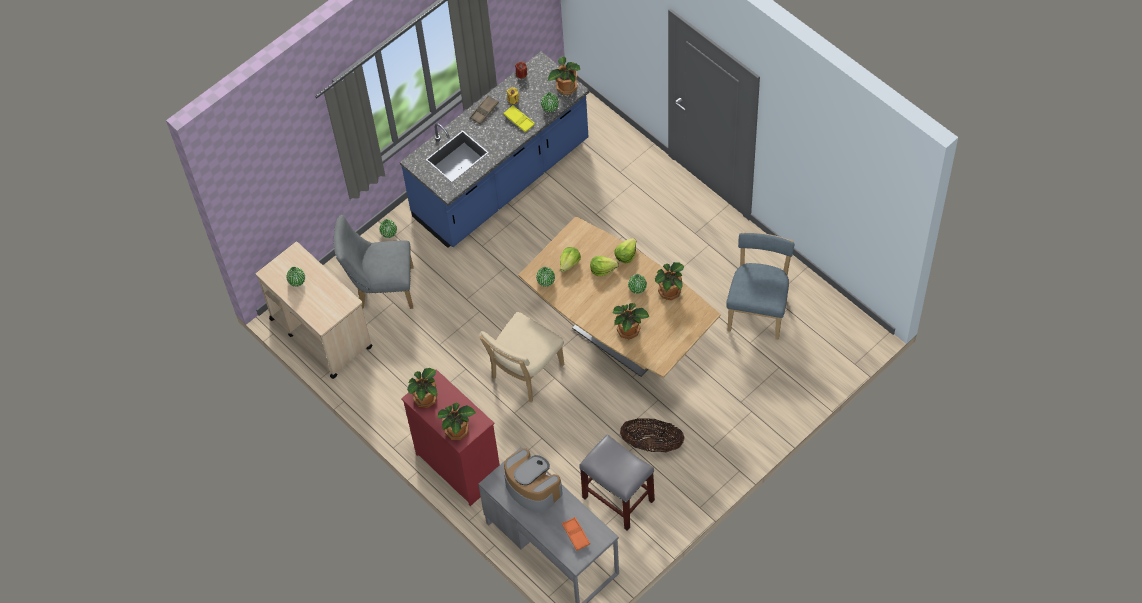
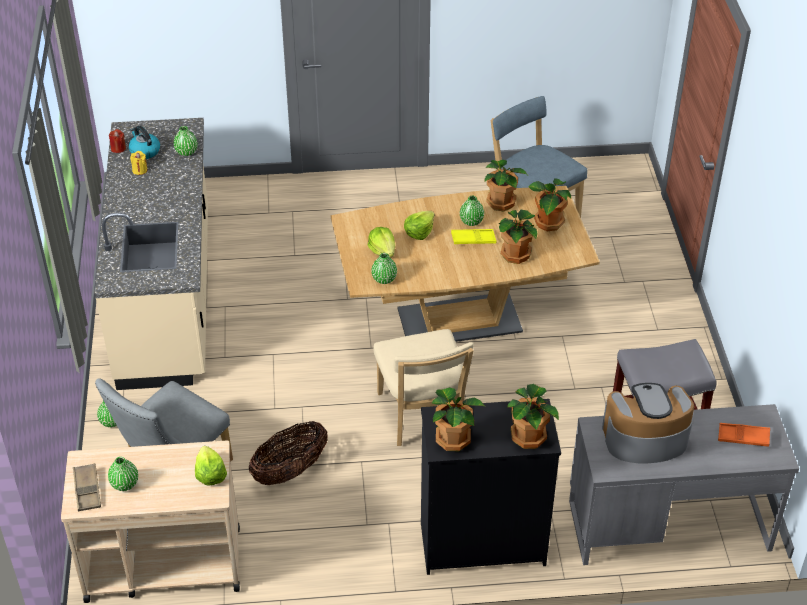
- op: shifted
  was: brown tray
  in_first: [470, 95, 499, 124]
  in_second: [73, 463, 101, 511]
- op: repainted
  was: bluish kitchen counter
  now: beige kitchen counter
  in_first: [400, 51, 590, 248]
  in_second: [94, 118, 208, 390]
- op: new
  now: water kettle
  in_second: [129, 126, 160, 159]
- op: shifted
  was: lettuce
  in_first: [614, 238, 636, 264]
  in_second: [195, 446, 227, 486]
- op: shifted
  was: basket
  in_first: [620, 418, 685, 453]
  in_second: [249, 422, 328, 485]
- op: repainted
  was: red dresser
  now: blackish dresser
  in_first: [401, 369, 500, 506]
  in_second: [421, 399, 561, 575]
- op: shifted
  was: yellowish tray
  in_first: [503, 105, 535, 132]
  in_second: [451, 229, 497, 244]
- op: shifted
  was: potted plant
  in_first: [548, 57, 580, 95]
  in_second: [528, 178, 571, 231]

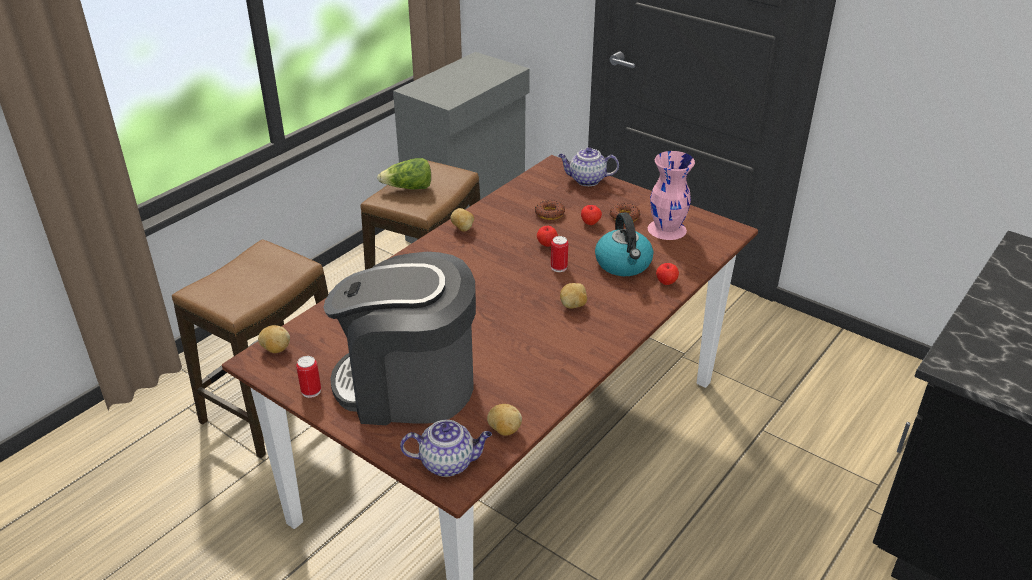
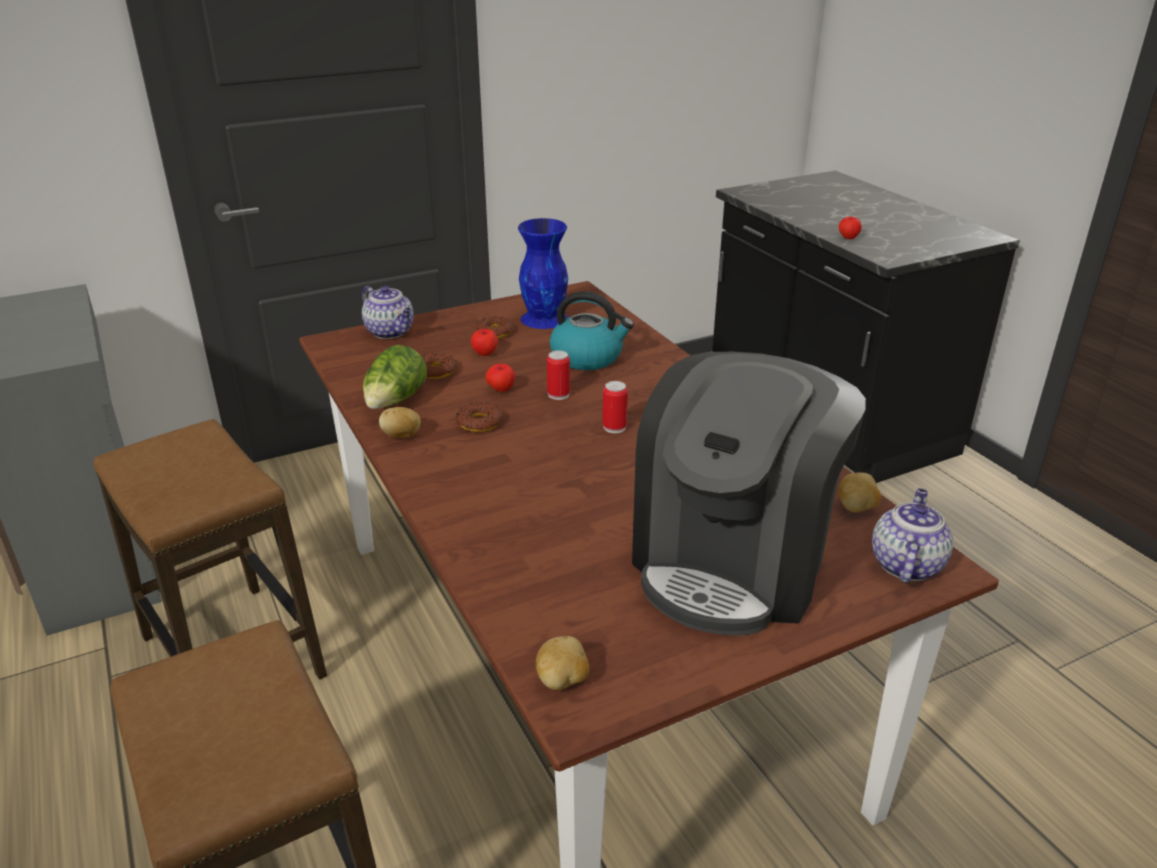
- op: rotated
  was: teapot
  in_first: [558, 147, 619, 186]
  in_second: [362, 286, 414, 339]
  clockwise: -75
- op: shifted
  was: lettuce
  in_first: [377, 158, 431, 189]
  in_second: [363, 345, 427, 409]
- op: new
  now: doughnut
  in_second: [456, 402, 503, 432]
- op: repainted
  was: pink decorative vase
  now: bluish decorative vase
  in_first: [648, 151, 695, 240]
  in_second: [518, 218, 568, 329]
- op: shifted
  was: sealed can
  in_first: [296, 356, 321, 398]
  in_second: [603, 381, 628, 433]
- op: shifted
  was: apple
  in_first: [656, 263, 679, 285]
  in_second: [839, 217, 862, 239]
- op: gone
  was: whole potato
  in_first: [560, 283, 587, 309]

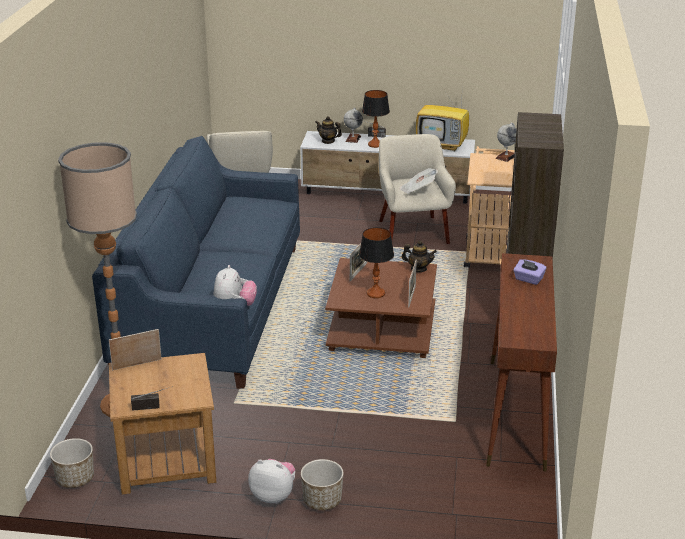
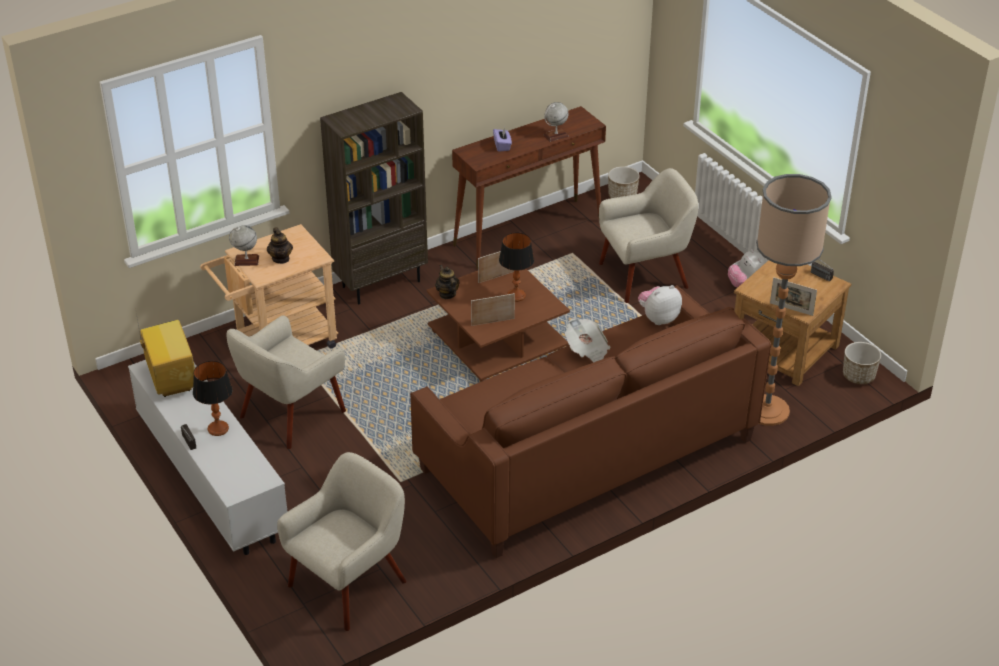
- op: shifted
  was: teapot
  in_first: [316, 116, 342, 144]
  in_second: [267, 227, 293, 264]
- op: repainted
  was: bluish couch
  now: brown couch
  in_first: [92, 136, 300, 389]
  in_second: [410, 285, 771, 558]
- op: shifted
  was: desk globe
  in_first: [344, 108, 363, 143]
  in_second: [543, 102, 569, 142]
- op: shifted
  was: daily paper
  in_first: [399, 168, 438, 194]
  in_second: [565, 318, 611, 362]
- op: new
  now: beige easy chair
  in_second: [599, 168, 699, 303]
- op: shifted
  was: flower pot
  in_first: [301, 459, 344, 510]
  in_second: [608, 166, 640, 198]

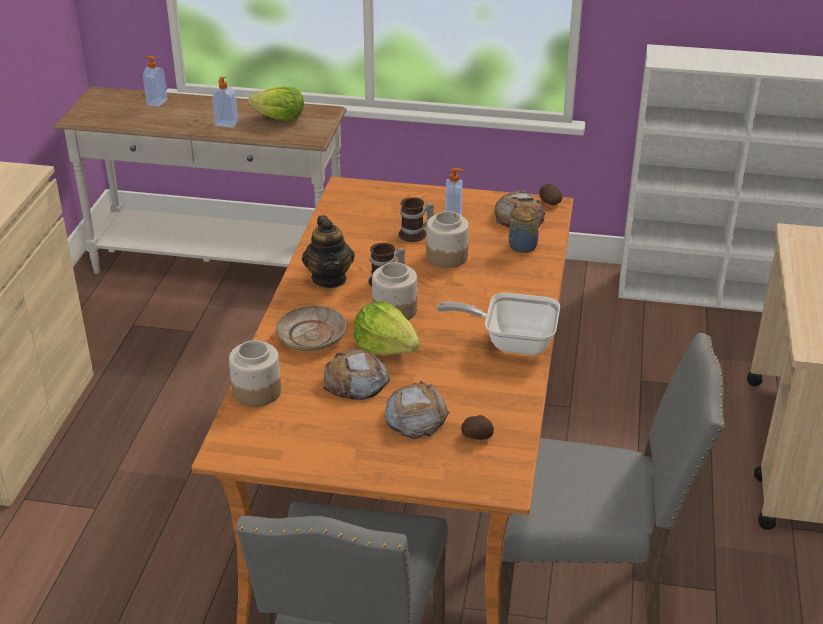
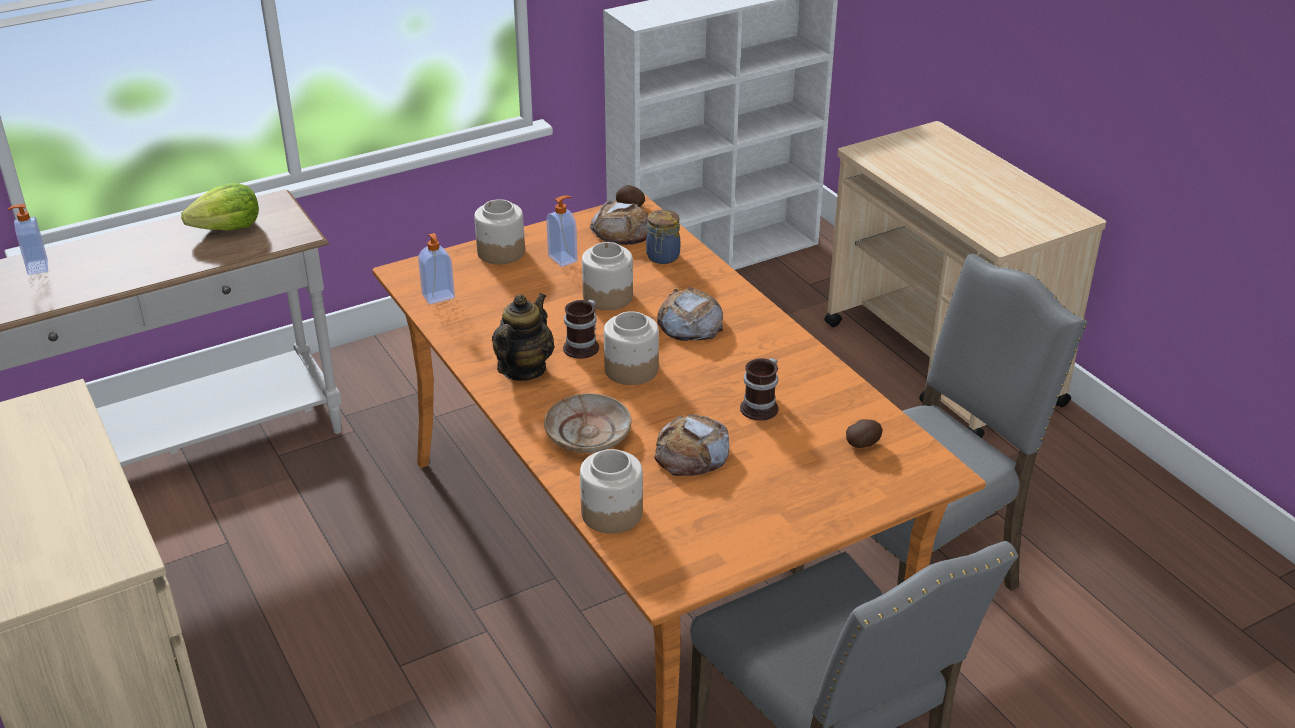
- op: shifted
  was: soap bottle
  in_first: [212, 77, 238, 128]
  in_second: [418, 233, 455, 304]
- op: new
  now: jar
  in_second: [474, 199, 525, 264]
- op: rotated
  was: teapot
  in_first: [302, 215, 355, 288]
  in_second: [492, 293, 555, 381]
  clockwise: -105
- op: shifted
  was: baked bread
  in_first: [384, 380, 450, 439]
  in_second: [657, 287, 723, 341]
- op: shifted
  was: tea mug
  in_first: [399, 197, 434, 242]
  in_second: [740, 358, 779, 421]
- op: gone
  was: lettuce
  in_first: [353, 301, 420, 355]
- op: gone
  was: skillet
  in_first: [436, 293, 560, 355]

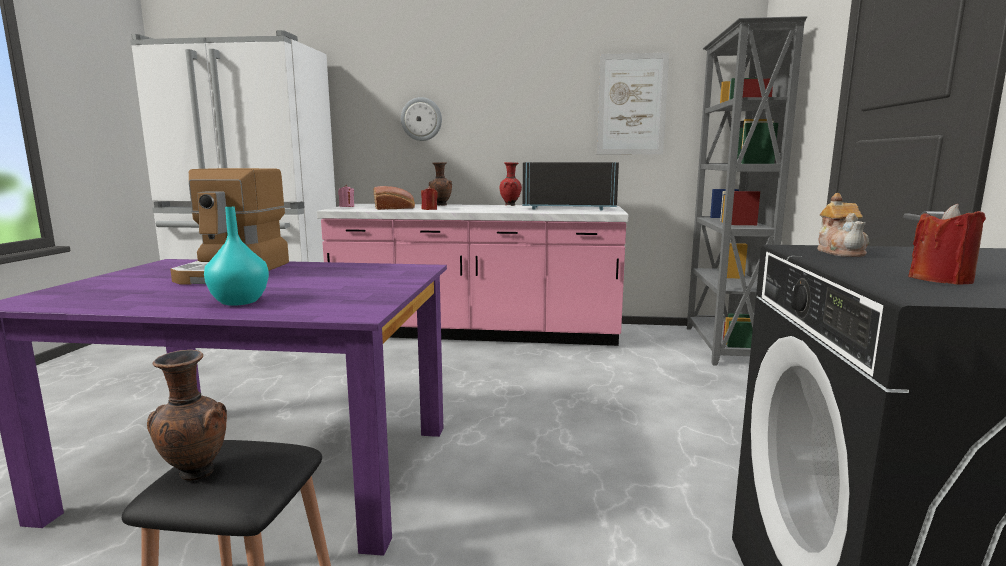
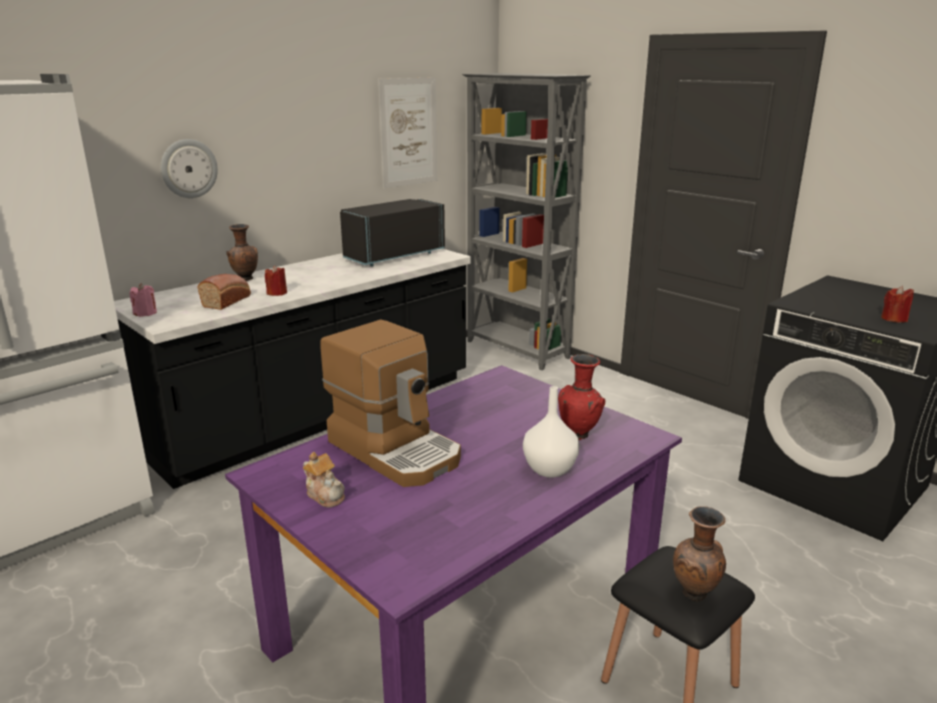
- op: repainted
  was: pink kitchen counter
  now: blackish kitchen counter
  in_first: [317, 204, 628, 346]
  in_second: [114, 249, 471, 489]
- op: shifted
  was: teapot
  in_first: [817, 193, 869, 257]
  in_second: [303, 452, 345, 508]
- op: repainted
  was: turquoise decorative vase
  now: whitish decorative vase
  in_first: [204, 207, 269, 306]
  in_second: [523, 386, 579, 478]
- op: shifted
  was: red decorative vase
  in_first: [500, 162, 522, 206]
  in_second: [558, 354, 605, 440]

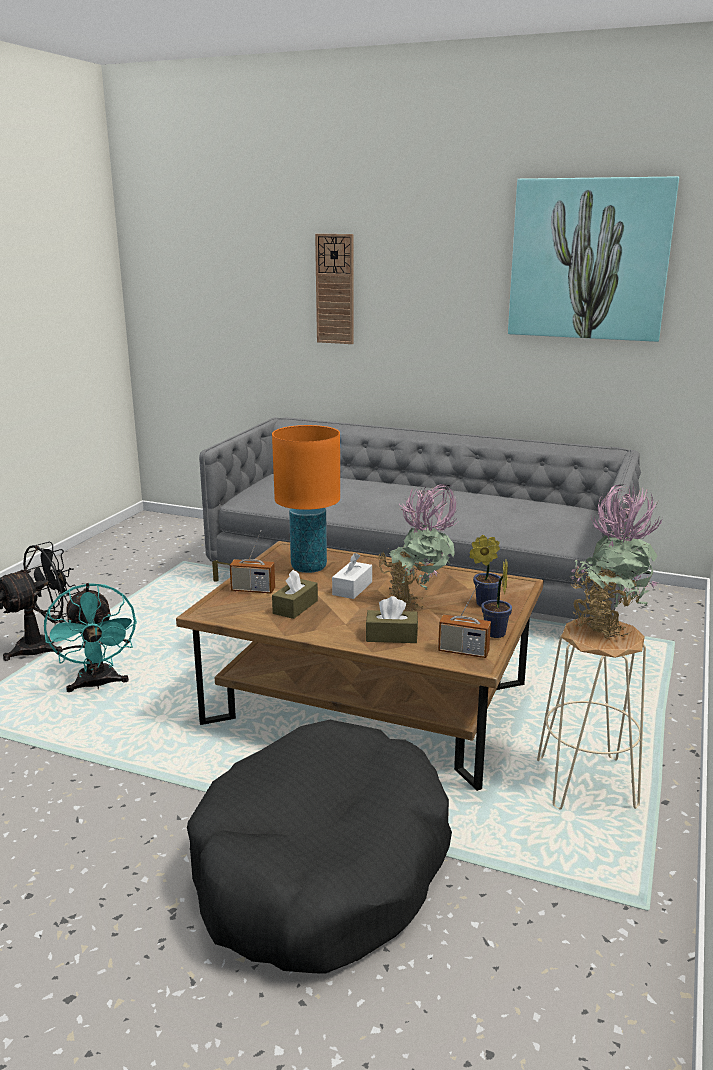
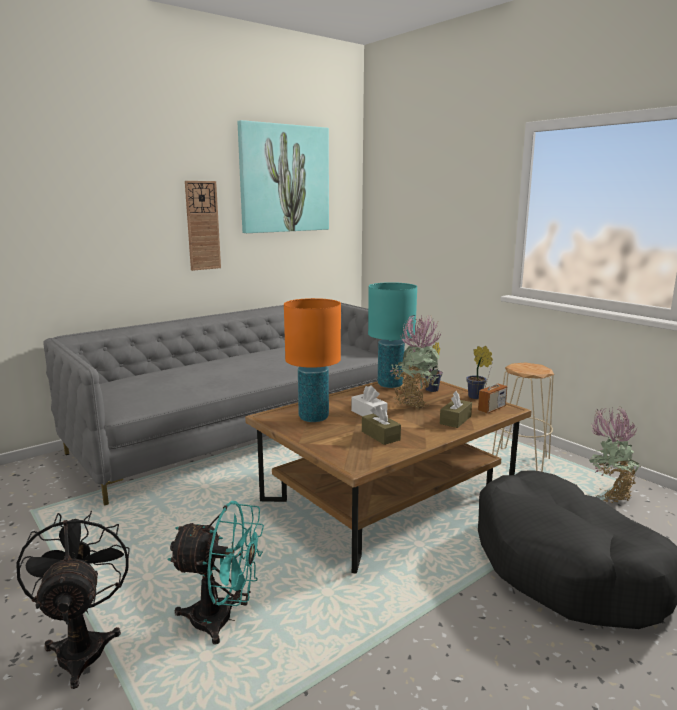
- op: shifted
  was: wall clock
  in_first: [315, 234, 354, 344]
  in_second: [185, 181, 221, 271]
- op: new
  now: turquoise tabletop lamp
  in_second: [368, 282, 417, 388]
- op: shifted
  was: potted plant
  in_first: [569, 484, 663, 639]
  in_second: [589, 407, 641, 503]
- op: gone
  was: radio set
  in_first: [230, 530, 275, 594]

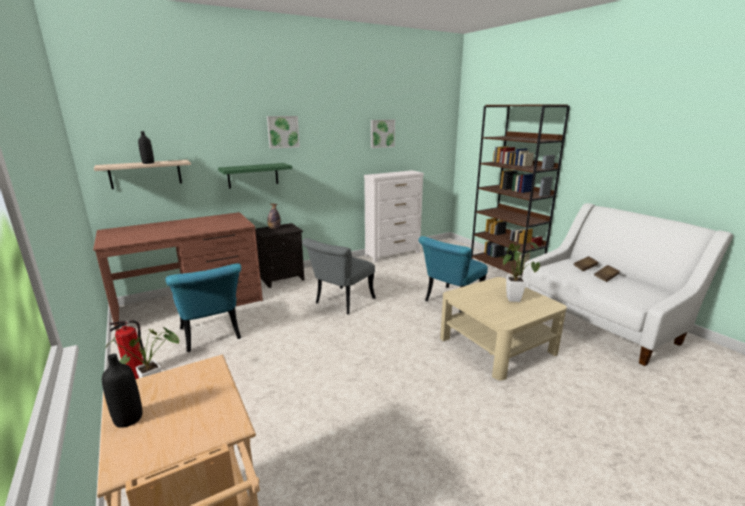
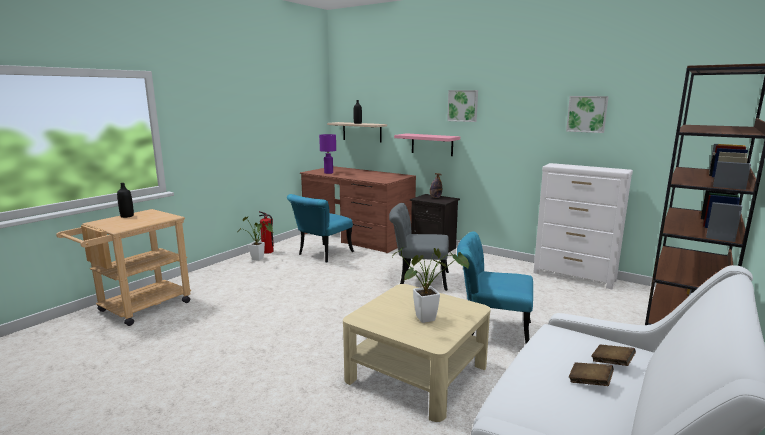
- op: new
  now: purple tabletop lamp
  in_second: [319, 134, 336, 174]
- op: repainted
  was: green-coloured shelf
  now: pink shelf
  in_first: [218, 163, 292, 189]
  in_second: [394, 133, 460, 156]

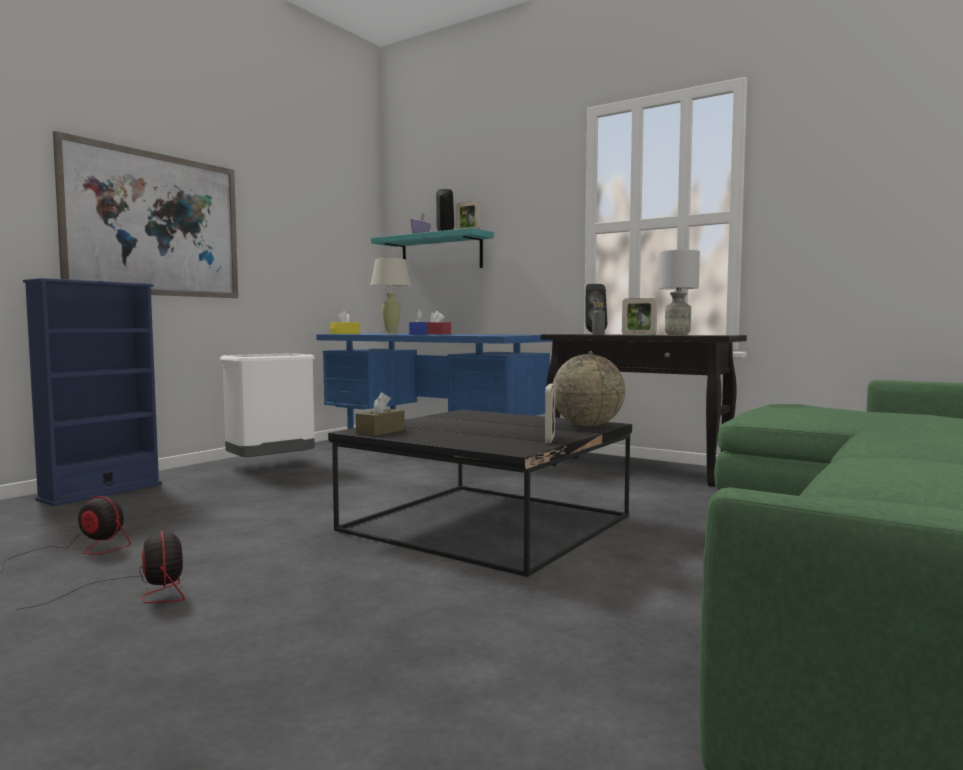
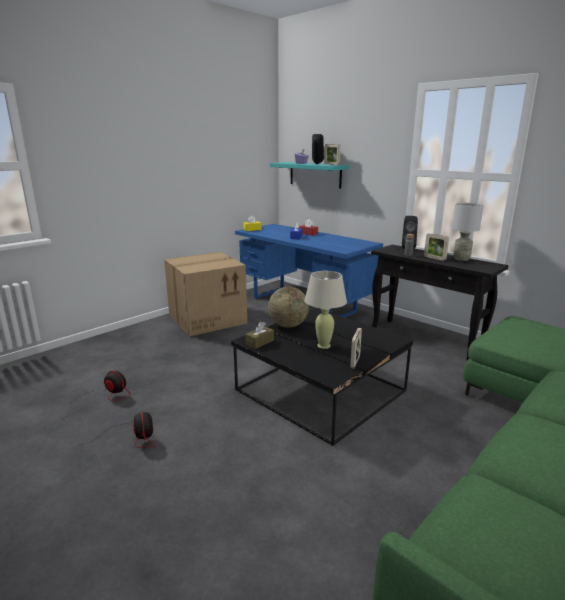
- op: swapped
  was: whitish rubbish bin
  now: cardboard box
  in_first: [220, 354, 315, 457]
  in_second: [164, 252, 247, 336]
- op: shifted
  was: desk globe
  in_first: [553, 354, 625, 427]
  in_second: [268, 287, 309, 328]
- op: shifted
  was: beige tabletop lamp
  in_first: [370, 258, 411, 334]
  in_second: [305, 271, 347, 349]
- op: gone
  was: bluish bookshelf
  in_first: [23, 278, 162, 506]
- op: gone
  was: picture
  in_first: [53, 131, 238, 298]

